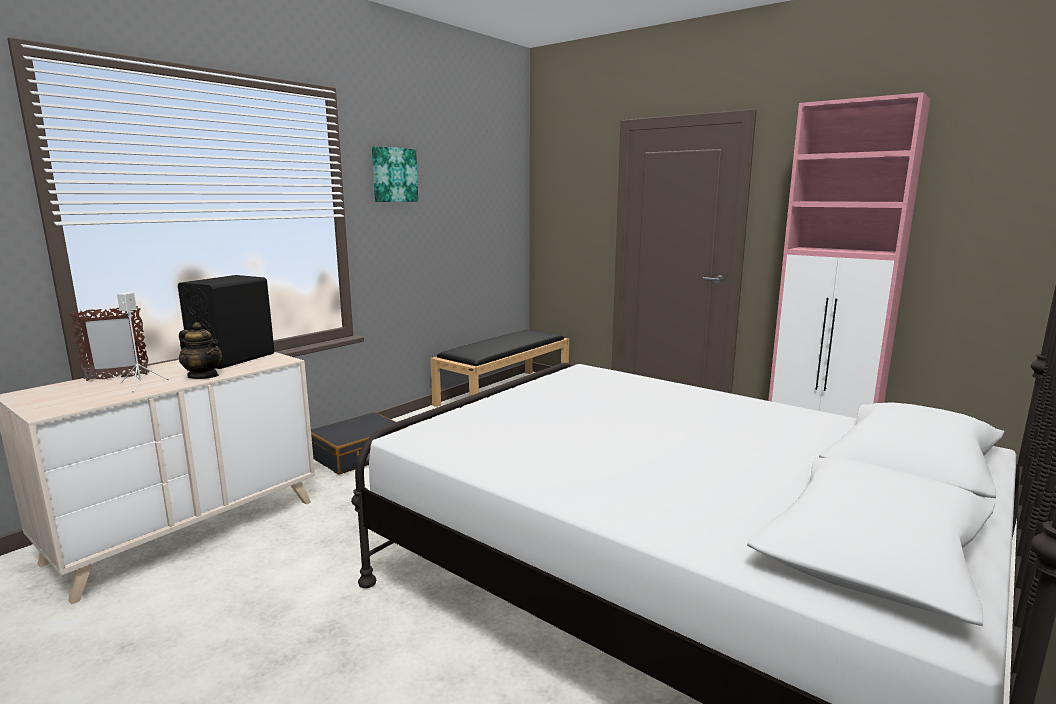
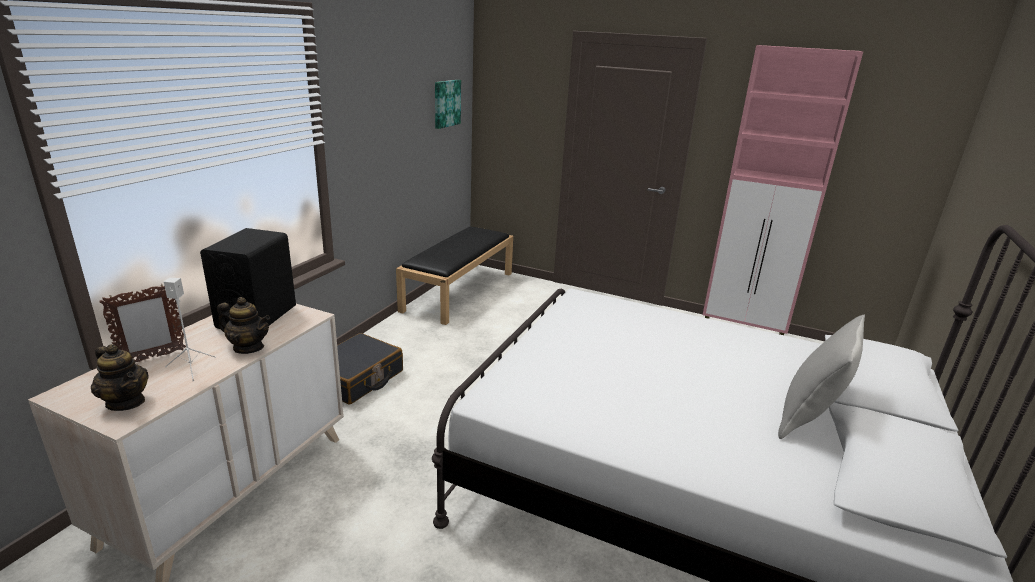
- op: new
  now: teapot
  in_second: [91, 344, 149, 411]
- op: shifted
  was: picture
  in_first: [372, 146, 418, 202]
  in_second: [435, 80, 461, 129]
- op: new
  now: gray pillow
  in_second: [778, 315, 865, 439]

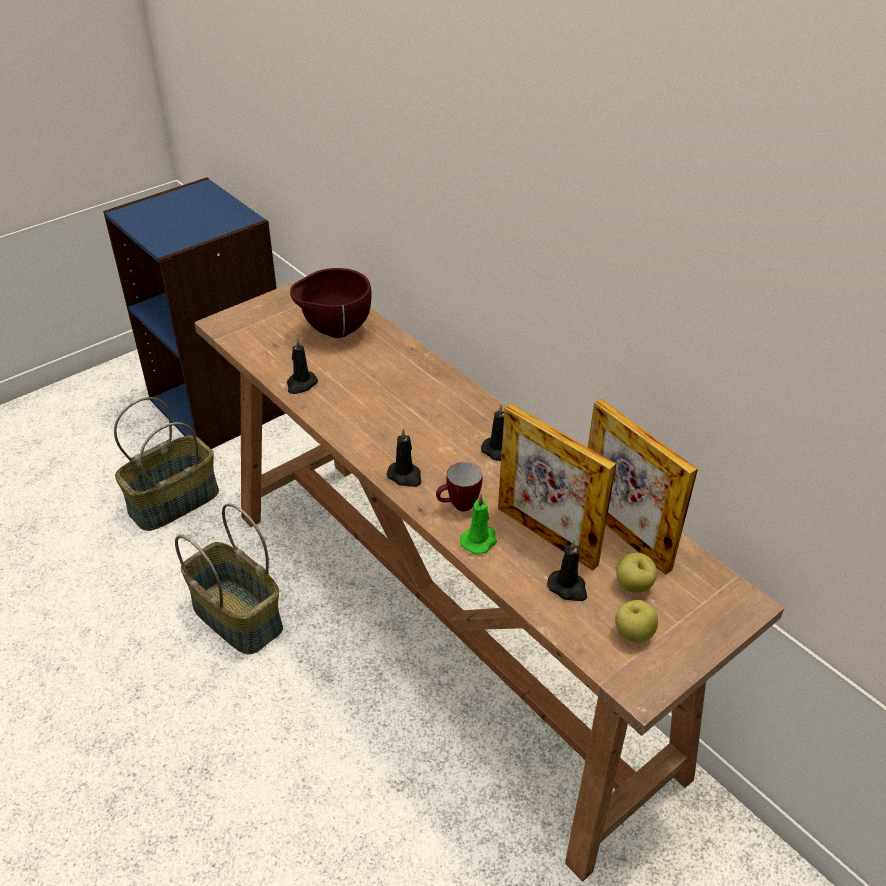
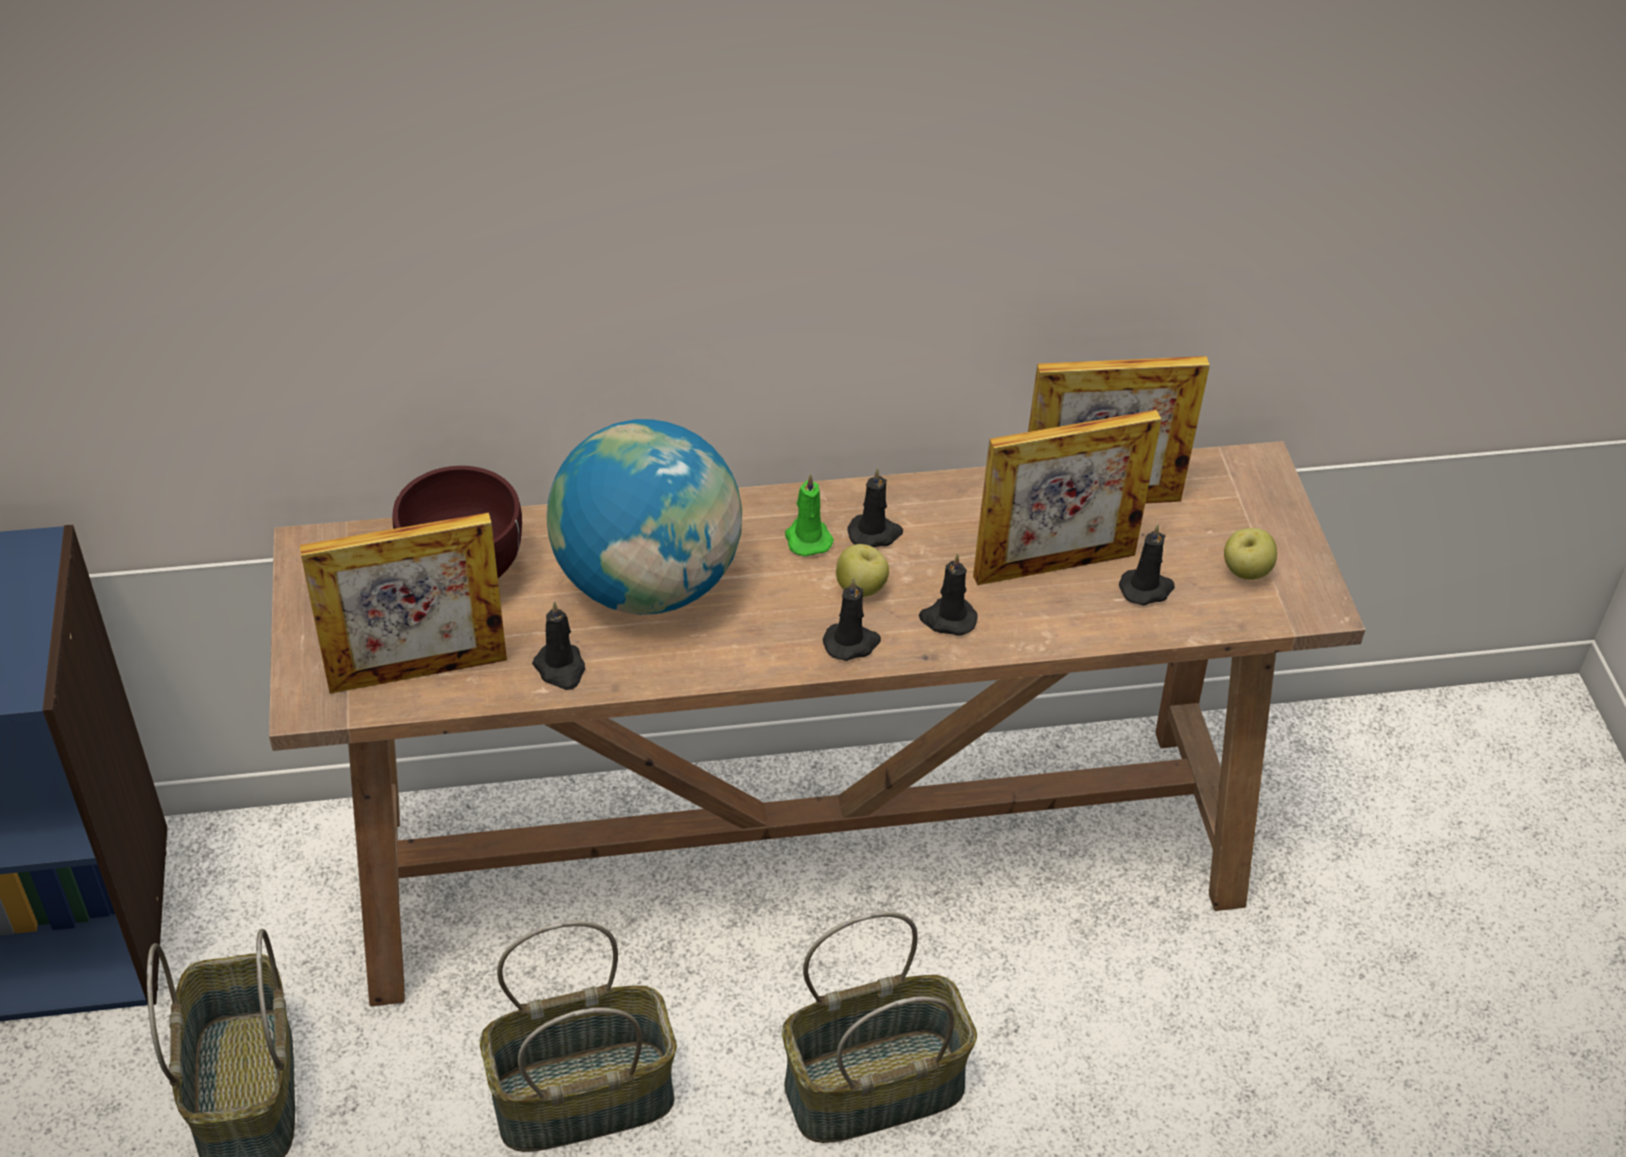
- op: new
  now: picture frame
  in_second: [299, 513, 507, 693]
- op: new
  now: desk globe
  in_second: [546, 419, 742, 615]
- op: new
  now: basket
  in_second: [782, 912, 977, 1143]
- op: shifted
  was: green-coloured wax light
  in_first: [460, 494, 497, 554]
  in_second: [785, 474, 834, 557]
- op: shifted
  was: apple
  in_first: [616, 553, 657, 593]
  in_second: [836, 544, 889, 597]
- op: swapped
  was: tea mug
  now: blackish wax light
  in_first: [436, 462, 483, 512]
  in_second: [919, 554, 978, 636]

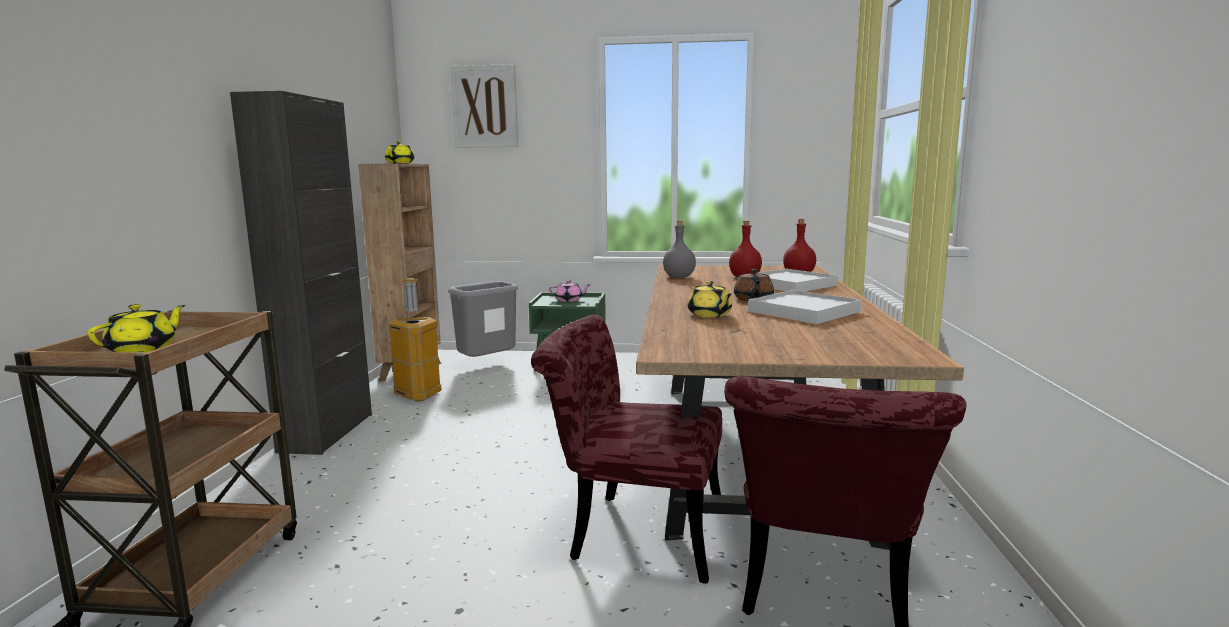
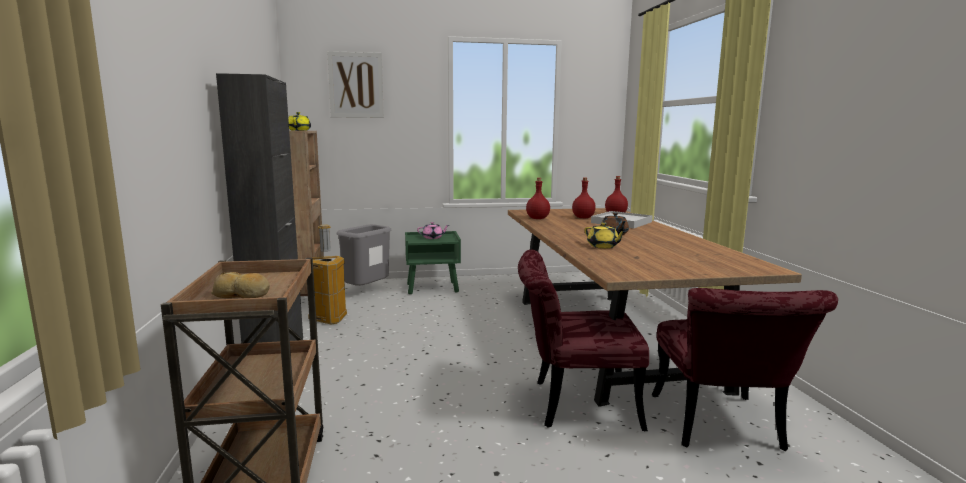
- op: swapped
  was: yellowish teapot
  now: baked bread
  in_first: [88, 304, 185, 353]
  in_second: [211, 272, 270, 298]
- op: repainted
  was: gray beverage bottle
  now: red beverage bottle
  in_first: [663, 221, 696, 278]
  in_second: [526, 178, 550, 219]
- op: gone
  was: whitish tray
  in_first: [748, 290, 862, 324]

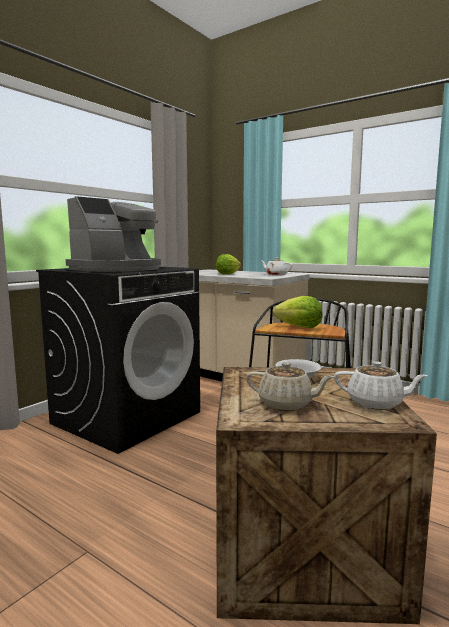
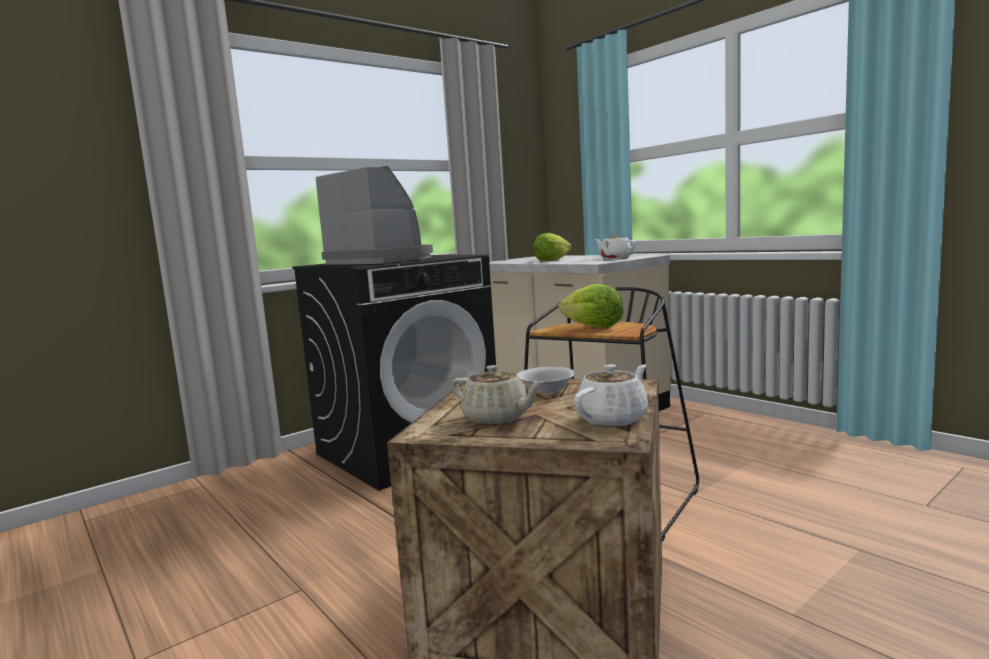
- op: rotated
  was: coffee maker
  in_first: [66, 196, 161, 272]
  in_second: [316, 166, 433, 265]
  clockwise: -105
- op: rotated
  was: whitish teapot
  in_first: [334, 361, 428, 410]
  in_second: [574, 364, 648, 427]
  clockwise: -75

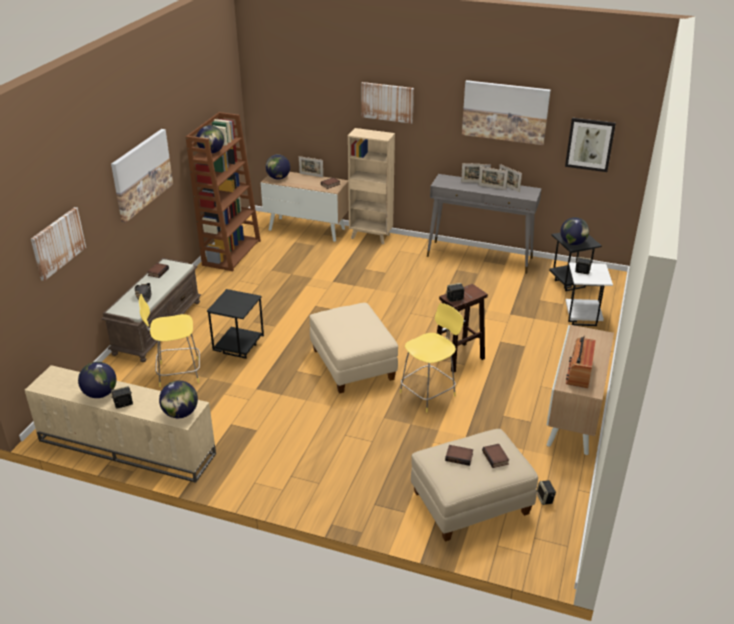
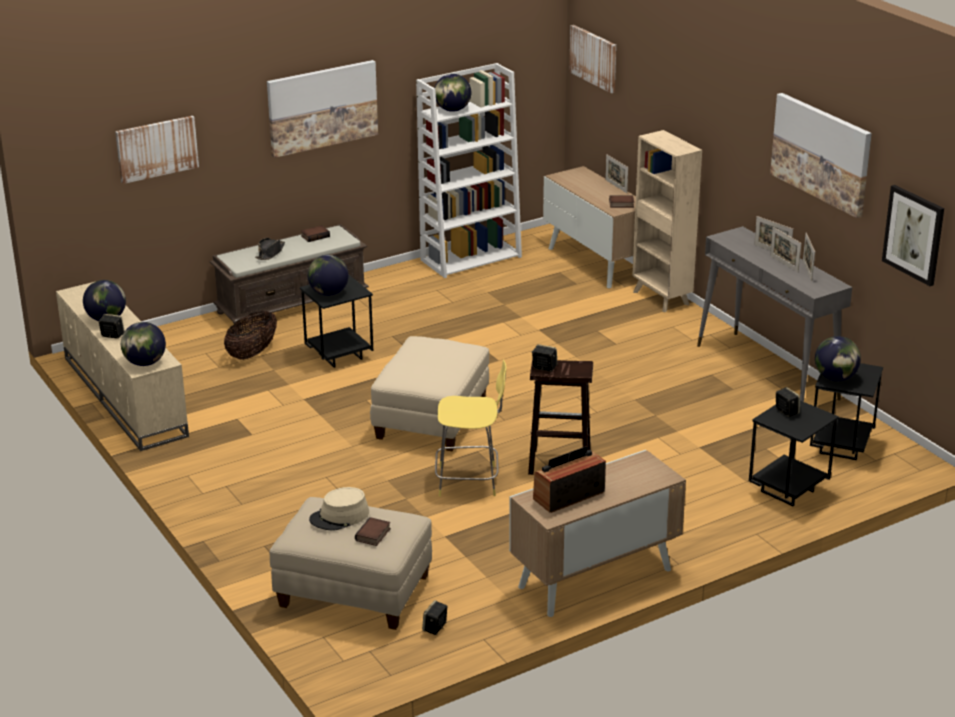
- op: swapped
  was: yellowish sitting stool
  now: basket
  in_first: [139, 294, 200, 387]
  in_second: [224, 311, 277, 360]
- op: shifted
  was: desk globe
  in_first: [265, 154, 290, 180]
  in_second: [308, 255, 349, 296]
- op: swapped
  was: volume
  now: beige wearable hat
  in_first: [445, 445, 473, 466]
  in_second: [309, 487, 369, 530]
- op: repainted
  was: brown bookshelf
  now: whitish bookshelf
  in_first: [186, 112, 261, 271]
  in_second: [416, 63, 522, 278]
- op: shifted
  was: picture
  in_first: [361, 82, 414, 124]
  in_second: [569, 25, 616, 93]
- op: repainted
  was: whitish end table
  now: blackish end table
  in_first: [565, 263, 613, 326]
  in_second: [749, 401, 839, 506]

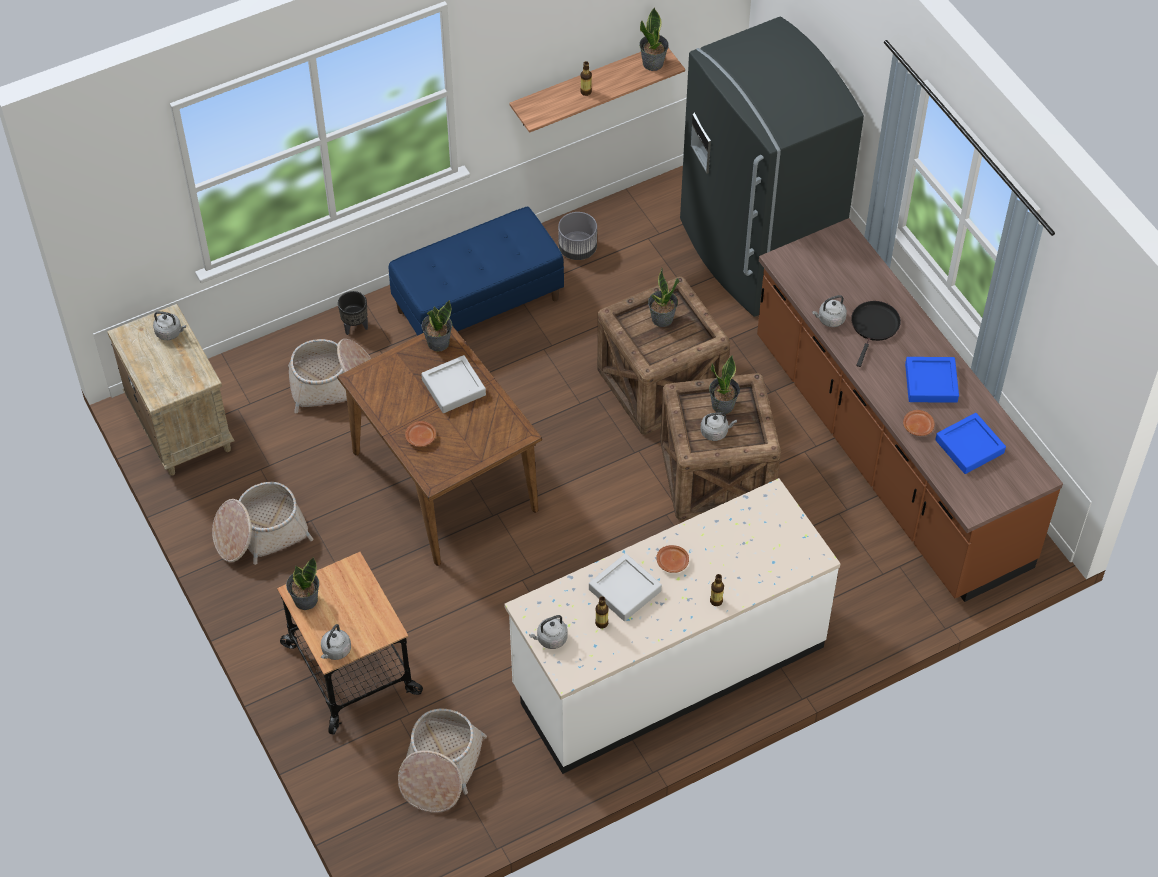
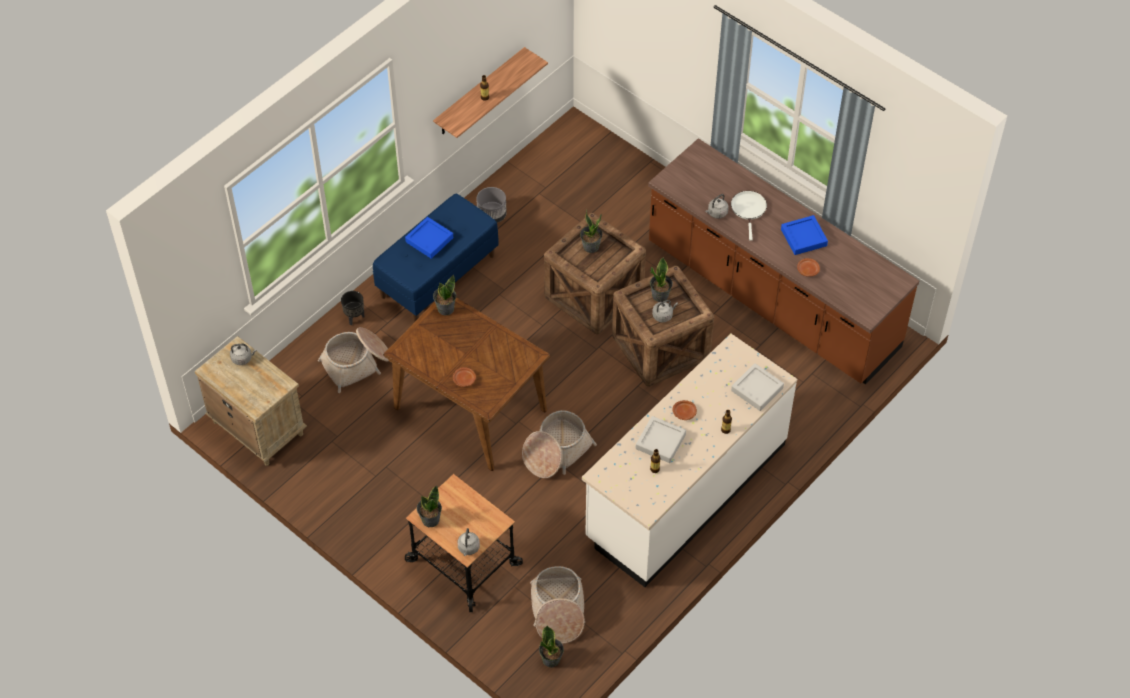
- op: shifted
  was: bluish tray
  in_first: [935, 413, 1006, 474]
  in_second: [405, 217, 453, 259]
- op: shifted
  was: basket
  in_first: [212, 482, 313, 565]
  in_second: [522, 410, 597, 478]
- op: shifted
  was: potted plant
  in_first: [639, 7, 669, 71]
  in_second: [539, 625, 564, 667]
- op: repainted
  was: blackish skillet
  now: whitish skillet
  in_first: [851, 301, 901, 367]
  in_second: [731, 191, 767, 241]
- op: shifted
  was: gray tray
  in_first: [421, 355, 486, 413]
  in_second: [731, 363, 784, 411]
- op: gone
  was: gray water kettle
  in_first: [529, 615, 567, 649]
- op: gone
  was: gray kitchen fridge
  in_first: [680, 17, 864, 317]

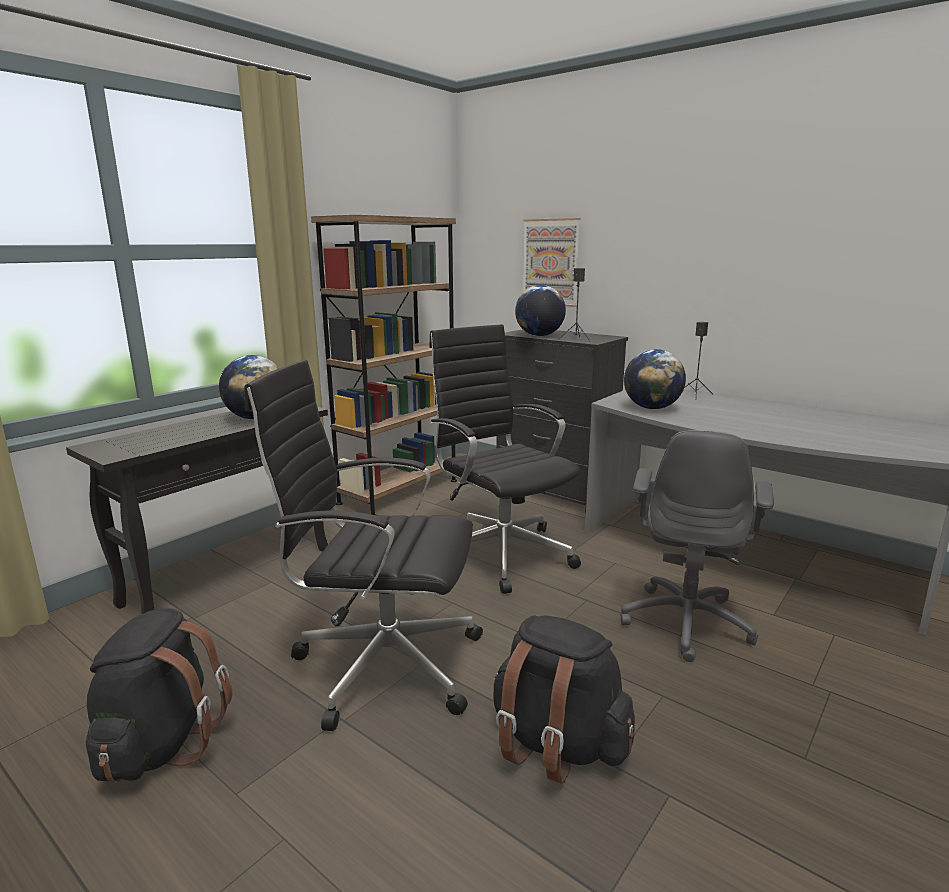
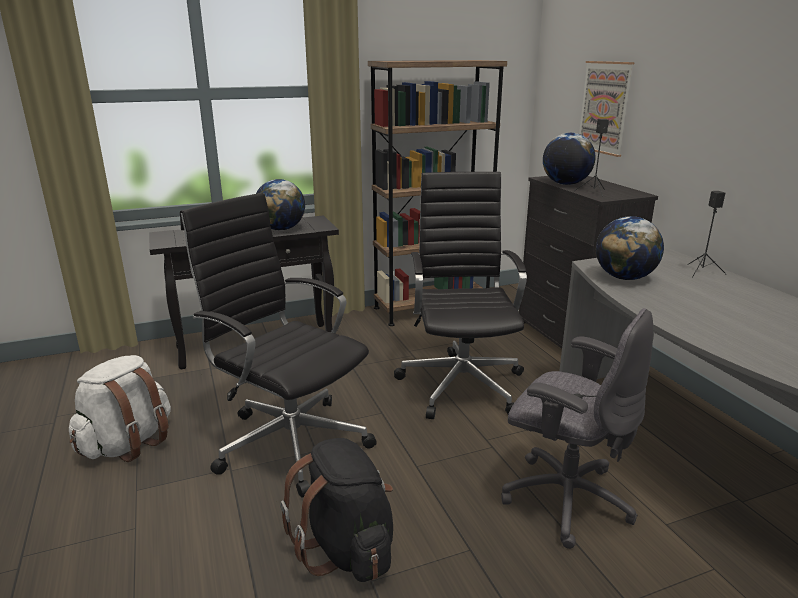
- op: repainted
  was: blackish knapsack
  now: whitish knapsack
  in_first: [86, 608, 233, 782]
  in_second: [69, 355, 171, 462]
- op: rotated
  was: gray office chair
  in_first: [620, 430, 774, 662]
  in_second: [501, 308, 653, 549]
  clockwise: -105

